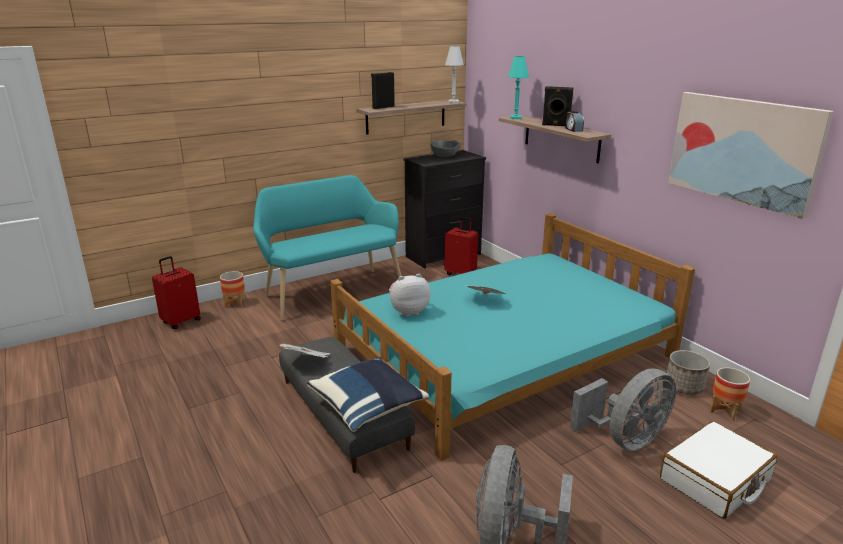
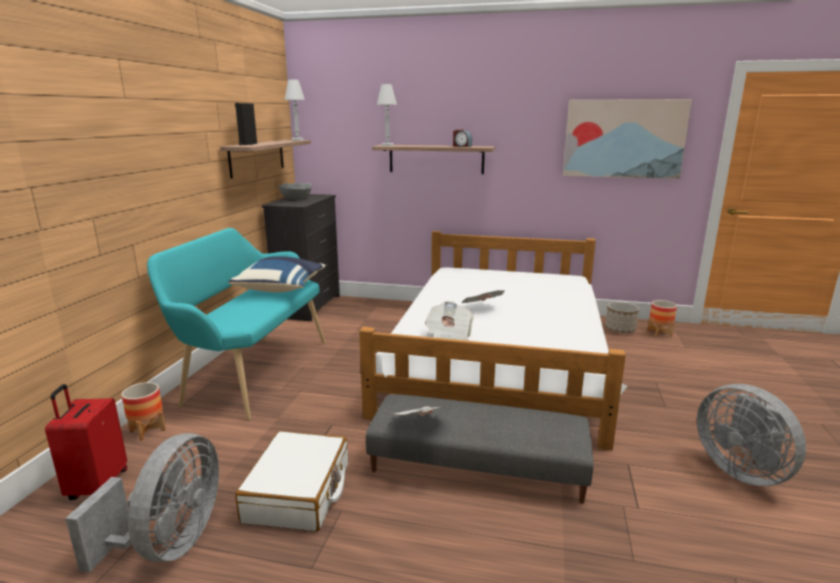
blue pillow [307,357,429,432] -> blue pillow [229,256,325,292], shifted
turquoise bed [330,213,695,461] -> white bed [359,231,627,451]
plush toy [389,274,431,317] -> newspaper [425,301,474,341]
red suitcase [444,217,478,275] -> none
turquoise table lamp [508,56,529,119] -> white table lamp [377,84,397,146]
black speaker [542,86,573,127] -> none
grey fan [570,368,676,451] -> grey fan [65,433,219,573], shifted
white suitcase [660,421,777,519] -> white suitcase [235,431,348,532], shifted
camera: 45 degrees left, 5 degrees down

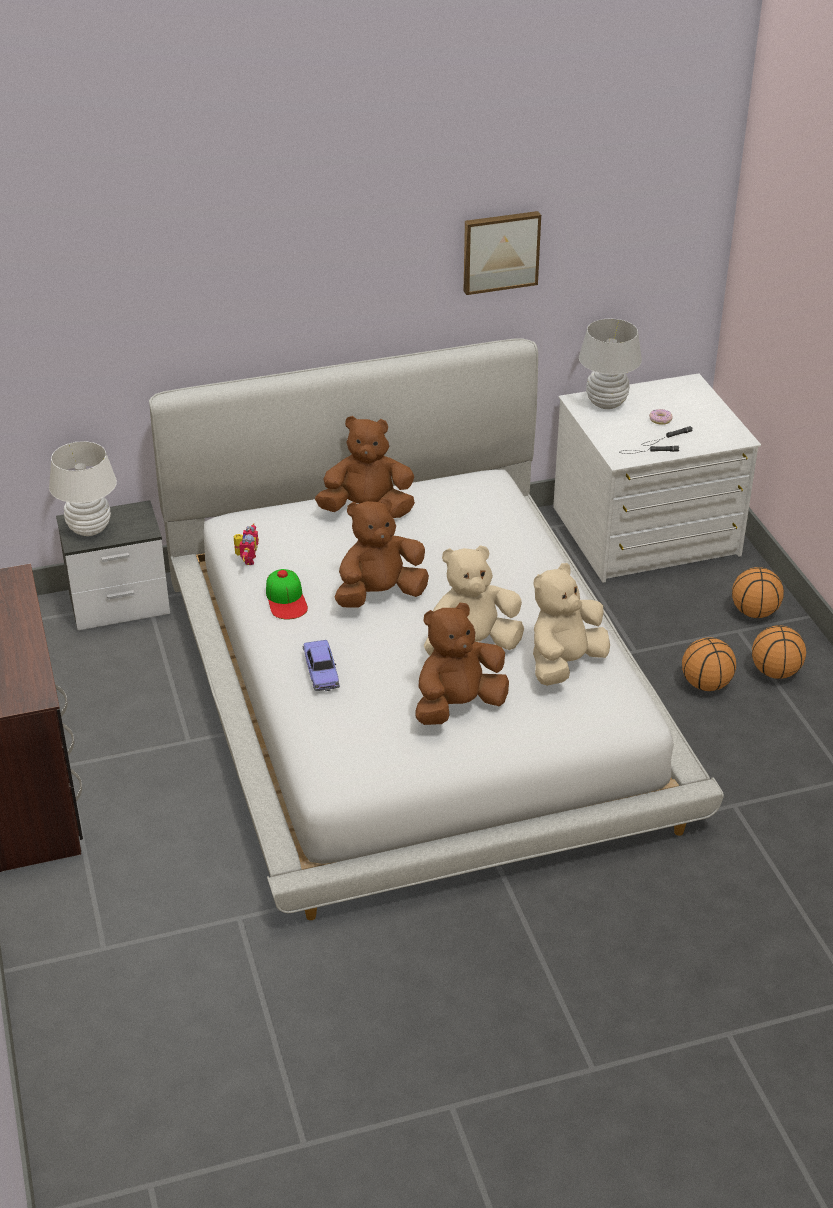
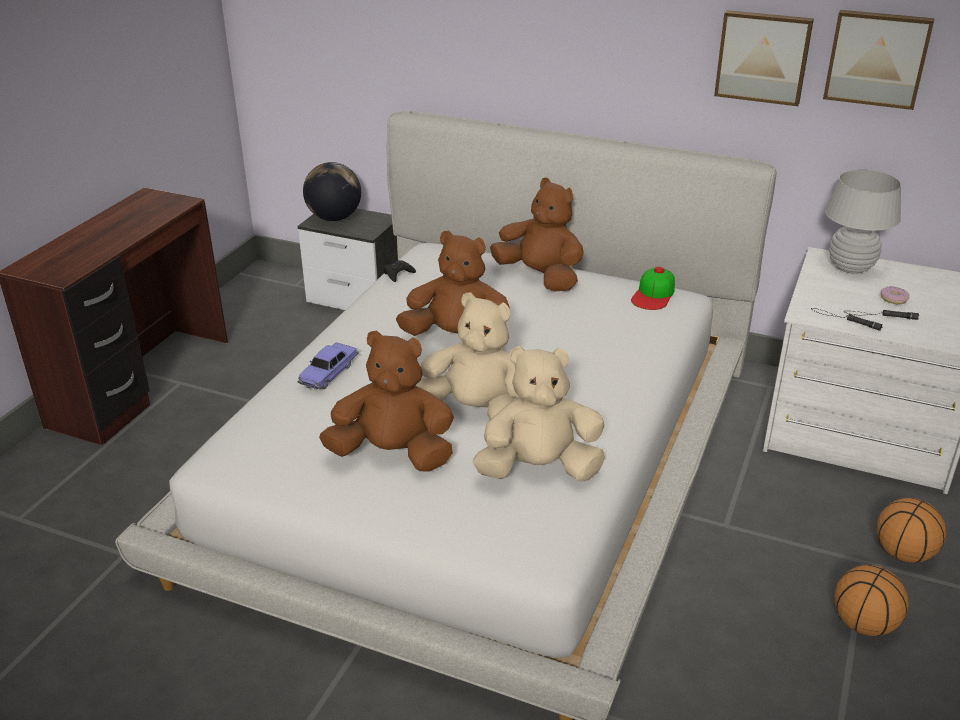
white table lamp [49,441,117,536] -> globe [303,162,361,221]
toy robot [234,524,259,565] -> black game controller [383,260,416,282]
cap [266,569,308,619] -> cap [631,267,675,310], shifted
basketball [682,637,736,691] -> none
none -> picture [823,10,935,110]
camera: 40 degrees right, 5 degrees down

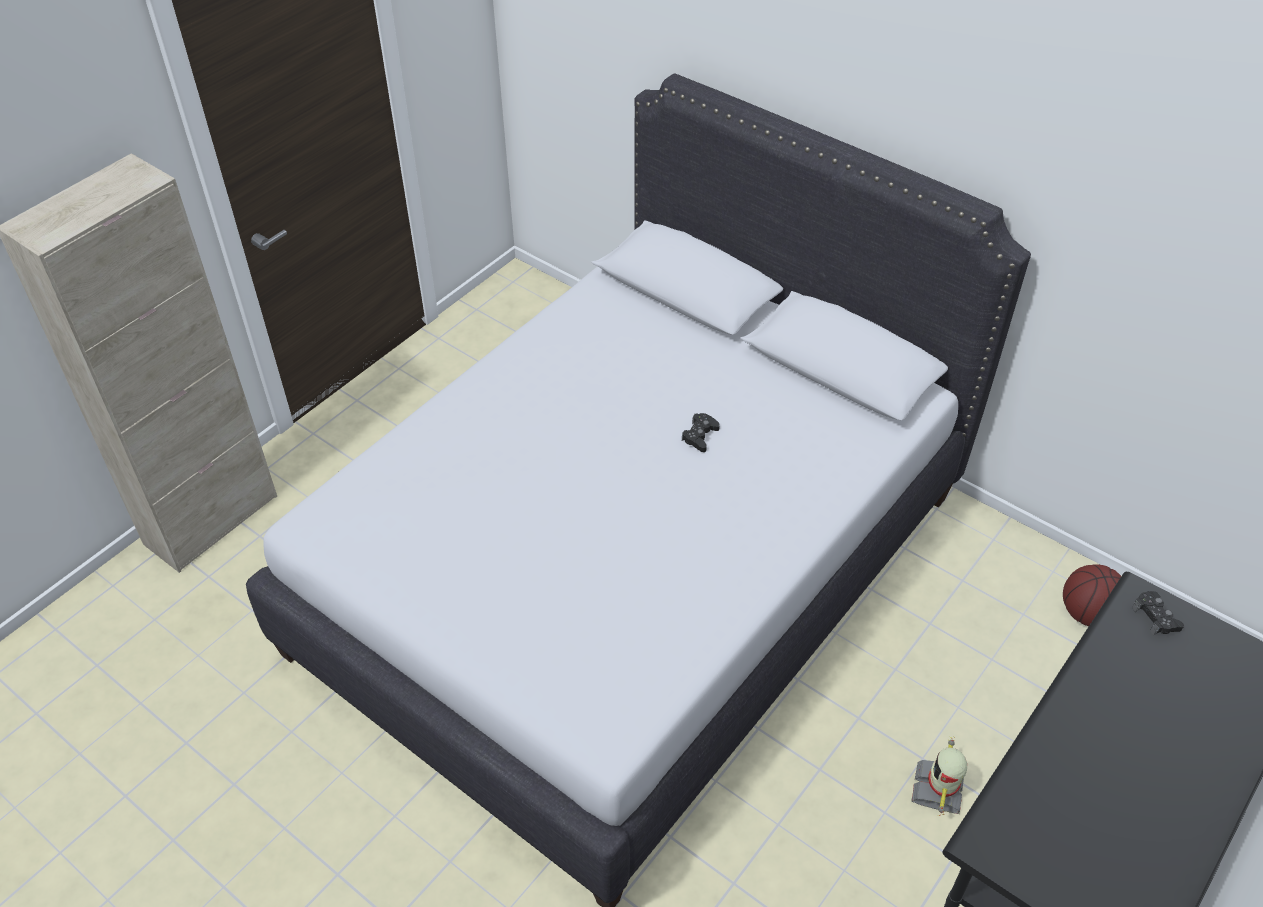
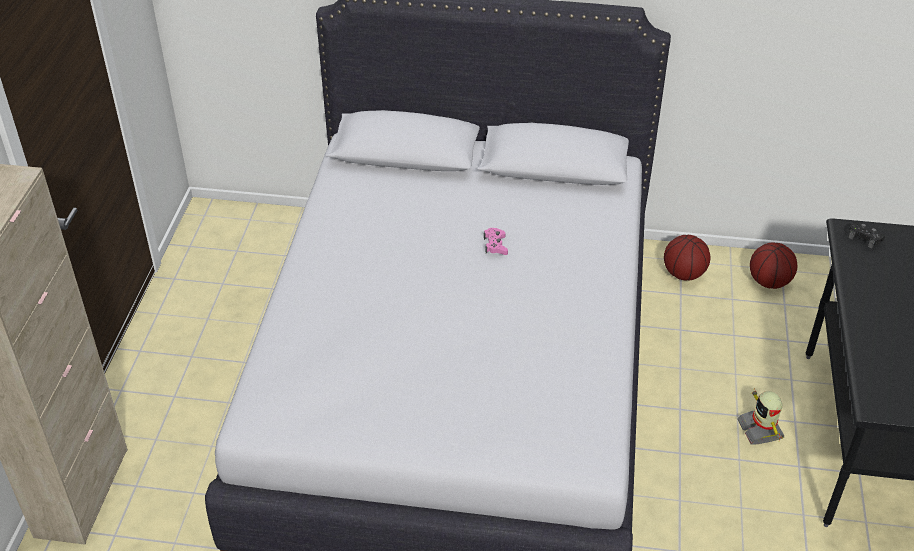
black game controller [682,413,720,452] -> pink game controller [484,228,508,255]
none -> basketball [664,235,710,281]
camera: 30 degrees left, 5 degrees down

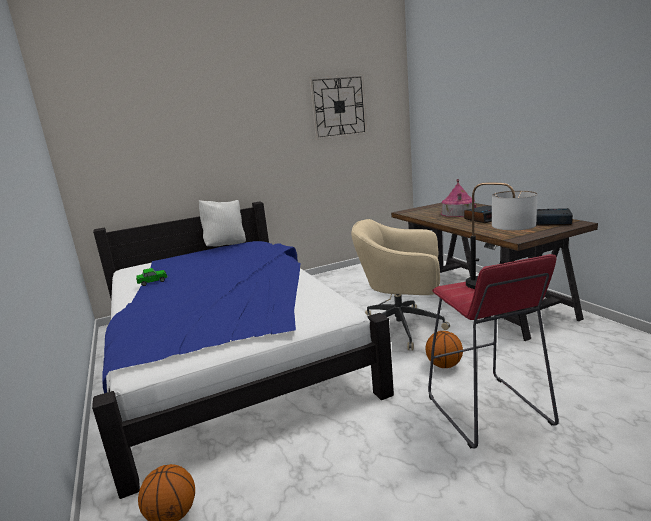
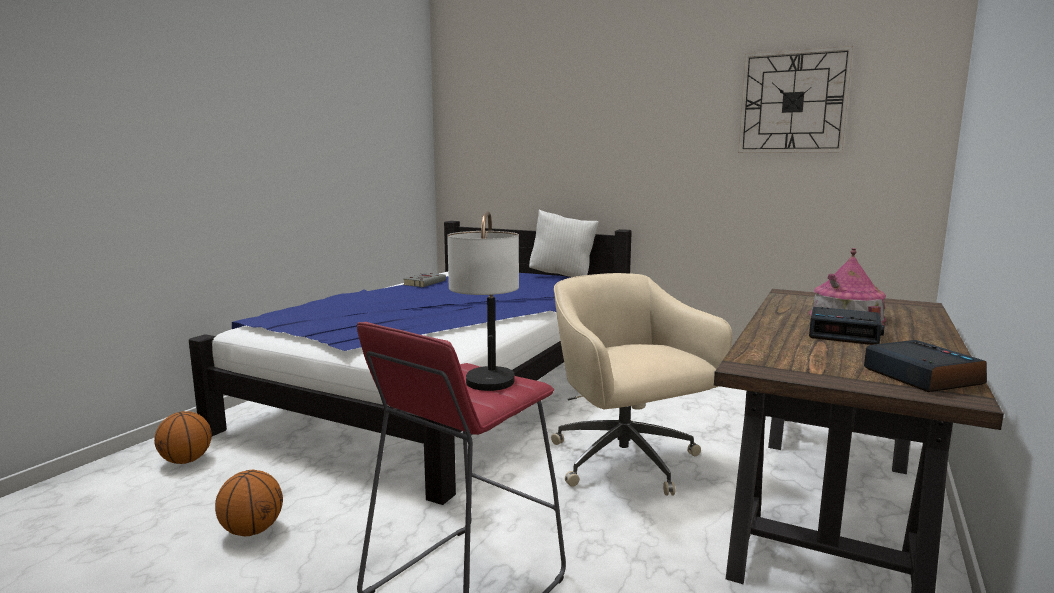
toy car [136,268,168,286] -> grey book [403,273,446,287]
basketball [426,331,463,368] -> basketball [215,470,283,536], shifted
camera: 50 degrees right, 5 degrees down

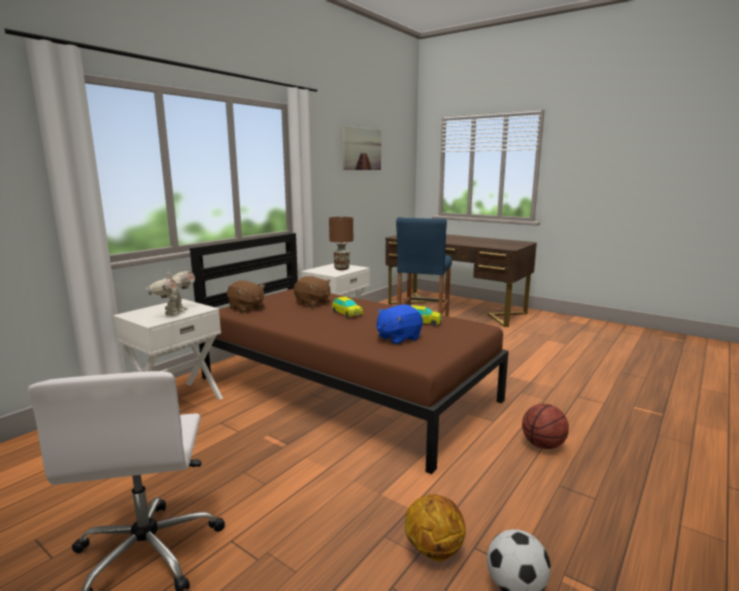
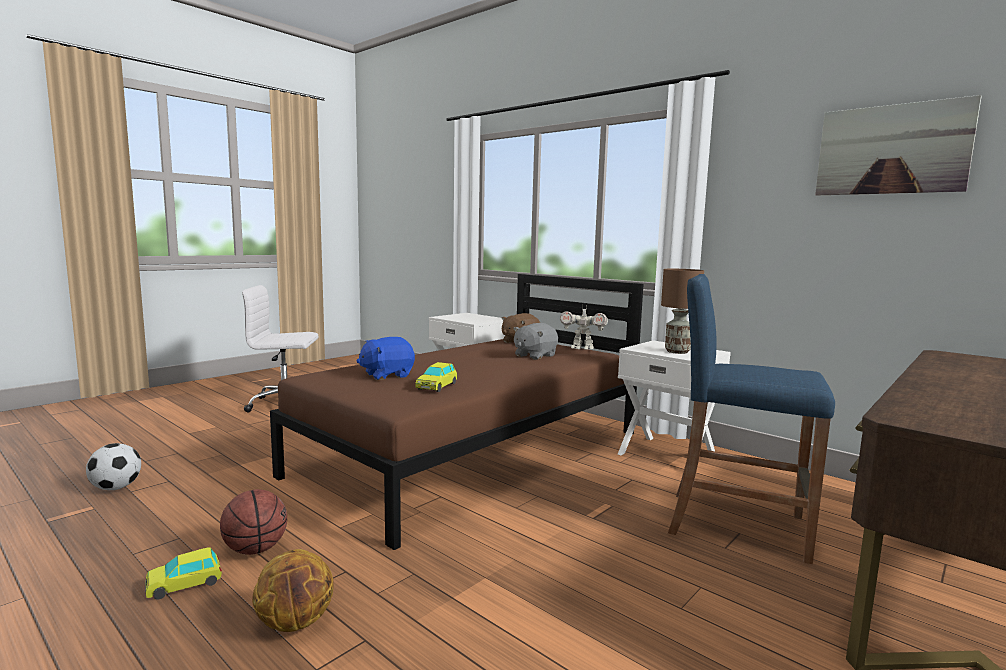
toy robot [145,269,195,316] -> toy robot [560,306,608,350], shifted
brown plush toy [294,276,331,307] -> grey plush toy [513,323,558,360]
toy car [332,296,363,318] -> toy car [145,547,222,599], shifted
blue plush toy [376,305,423,345] -> blue plush toy [357,337,415,380], 90 degrees counterclockwise
basketball [405,494,465,562] -> basketball [252,549,334,632], shifted
camera: 95 degrees right, 5 degrees down

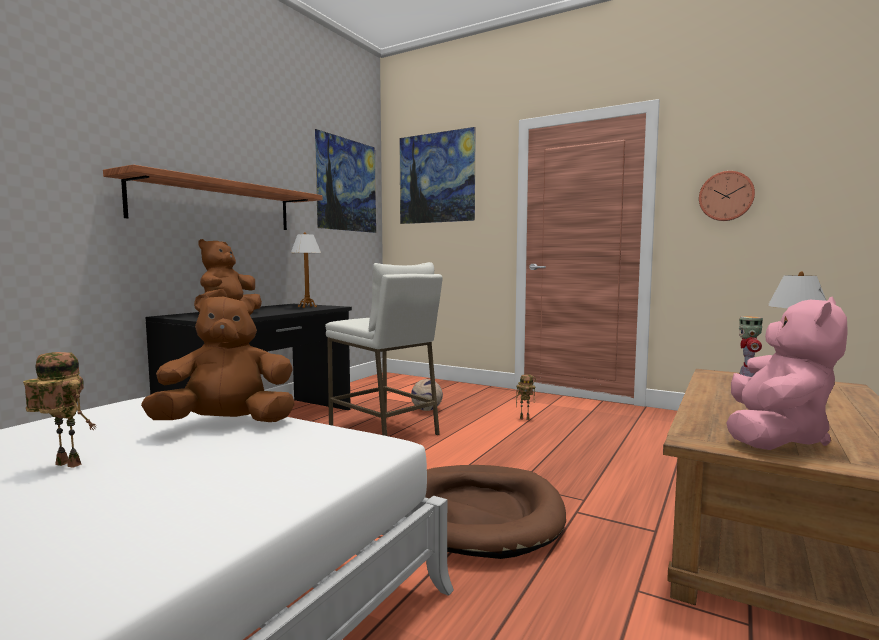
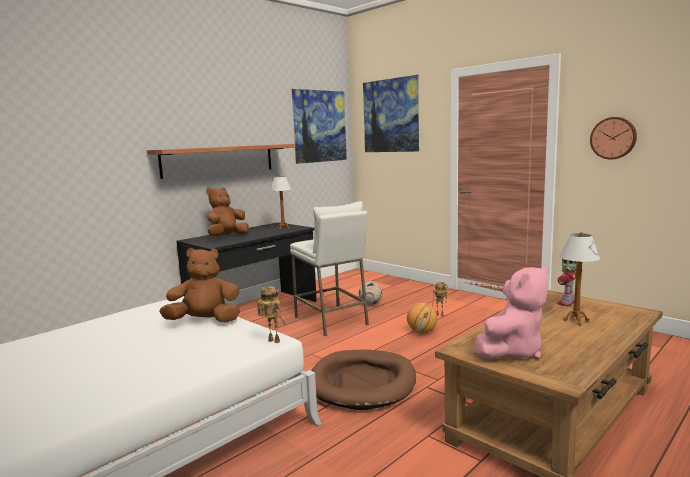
toy robot [23,352,96,468] -> toy robot [257,286,286,343], shifted
none -> basketball [407,303,438,333]
camera: 15 degrees right, 5 degrees up

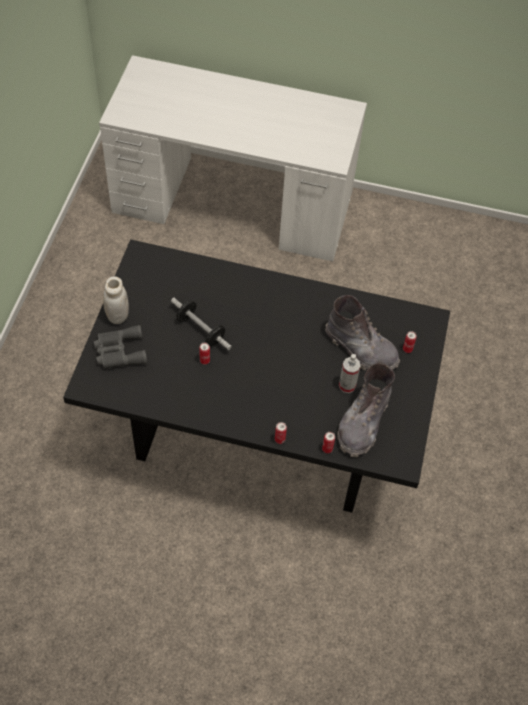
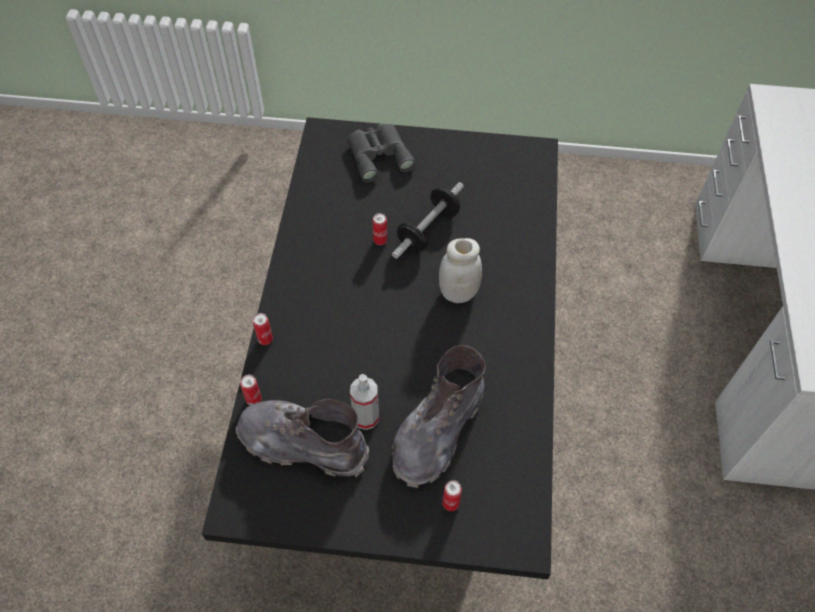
white jar [103,276,129,324] -> white jar [439,238,482,303], shifted
camera: 85 degrees right, 0 degrees up

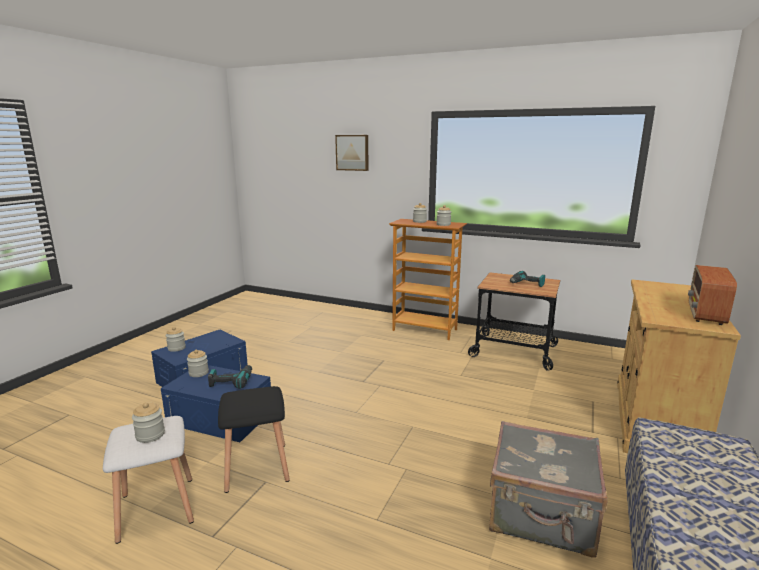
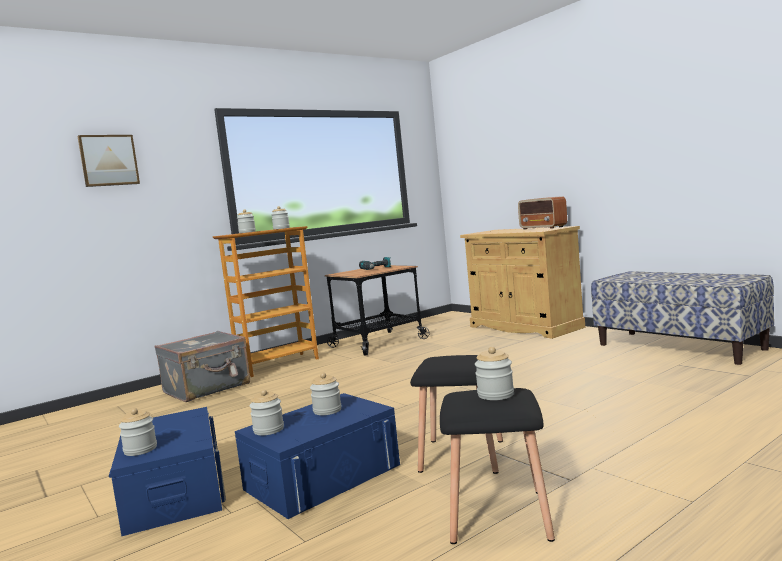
white stool [103,416,194,544] -> black stool [440,388,555,544]
power drill [208,365,252,389] -> jar [310,373,342,415]
grey suitcase [489,421,608,558] -> grey suitcase [154,331,250,402], shifted
camera: 60 degrees left, 10 degrees down

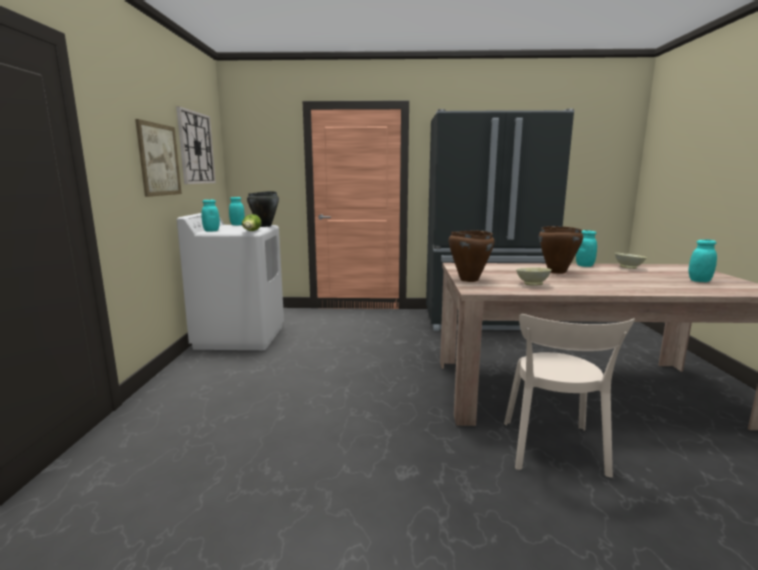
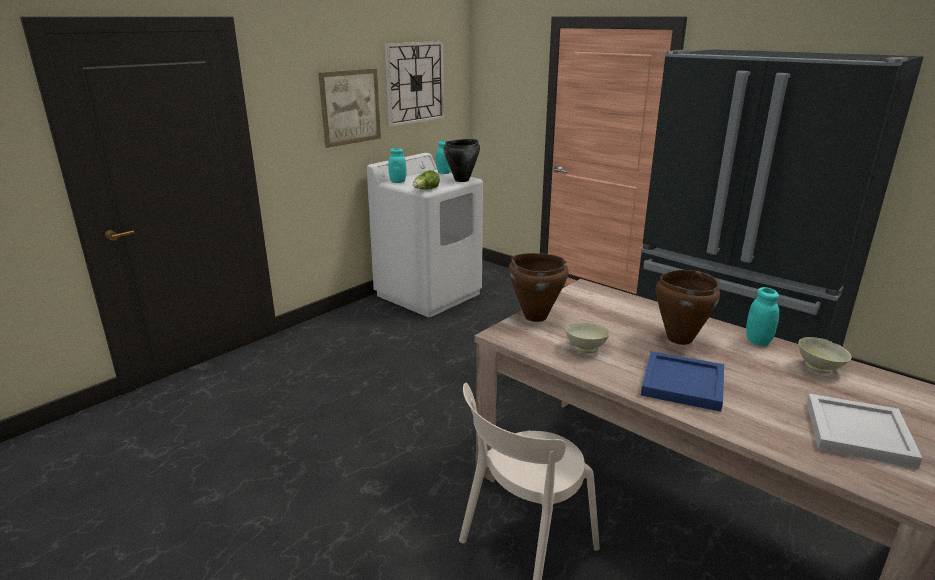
turquoise jar [689,240,717,282] -> white tray [807,394,923,469]
none -> blue tray [641,351,724,412]
camera: 40 degrees right, 10 degrees up

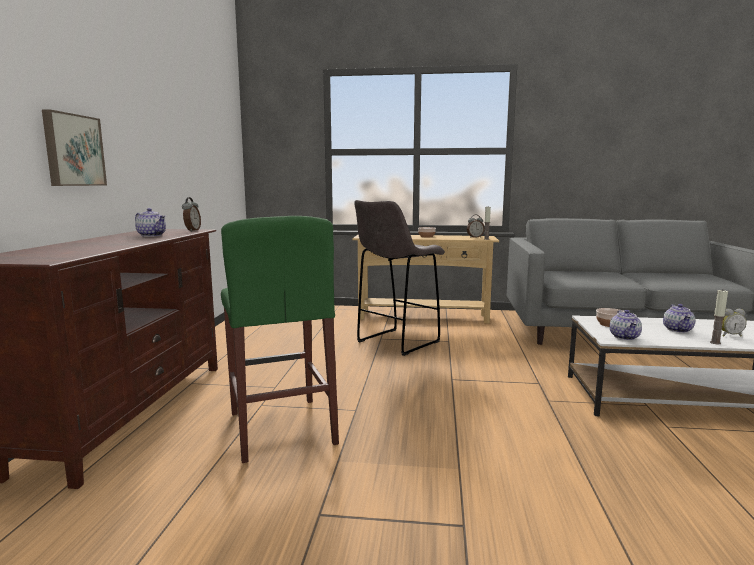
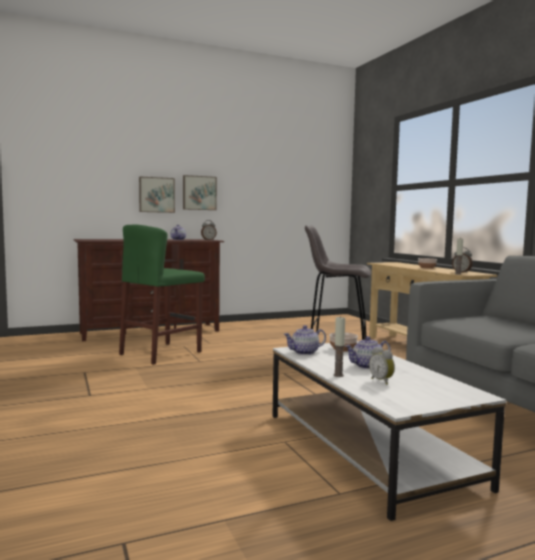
none -> picture [183,175,217,210]
camera: 60 degrees right, 5 degrees down

